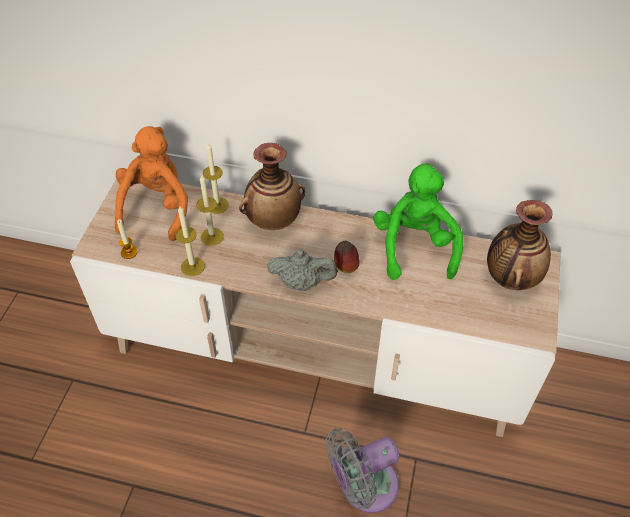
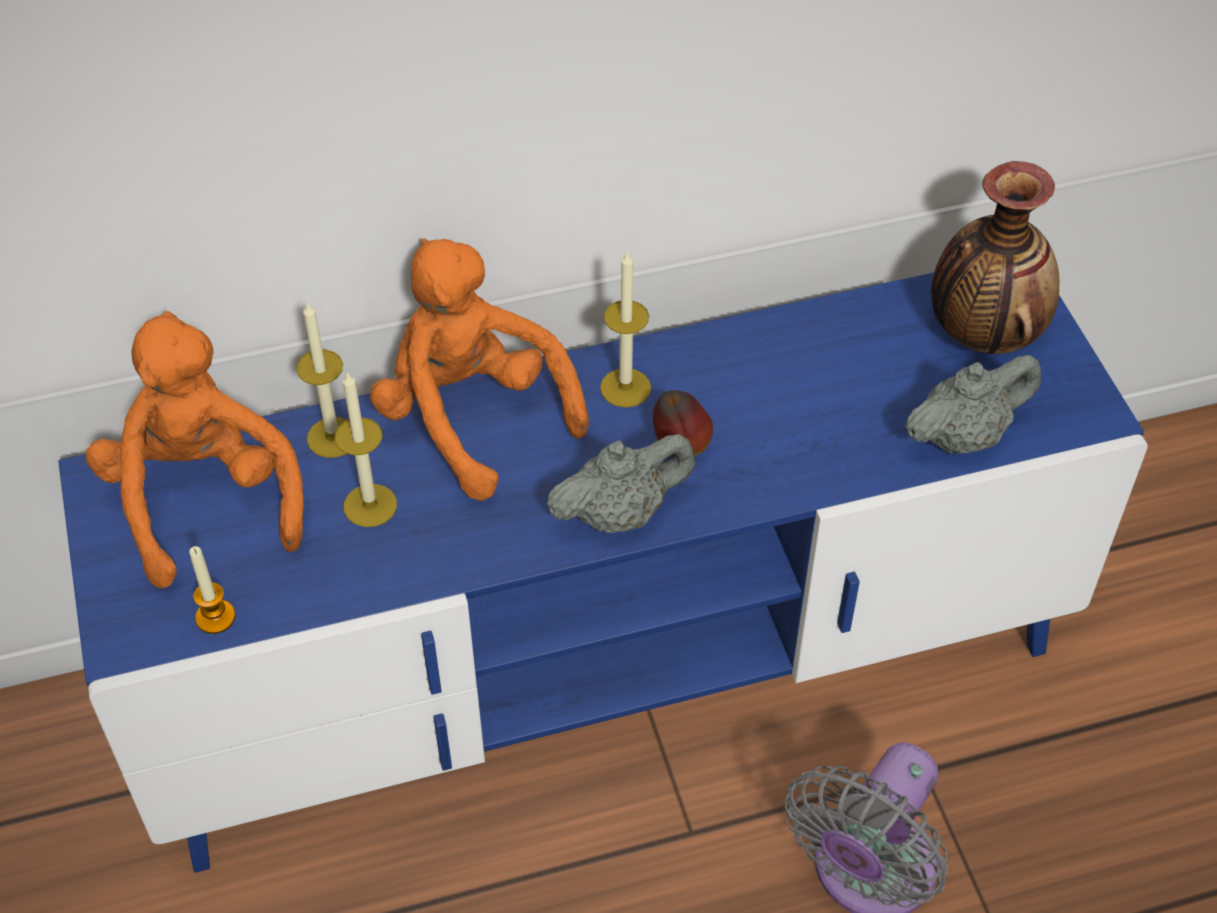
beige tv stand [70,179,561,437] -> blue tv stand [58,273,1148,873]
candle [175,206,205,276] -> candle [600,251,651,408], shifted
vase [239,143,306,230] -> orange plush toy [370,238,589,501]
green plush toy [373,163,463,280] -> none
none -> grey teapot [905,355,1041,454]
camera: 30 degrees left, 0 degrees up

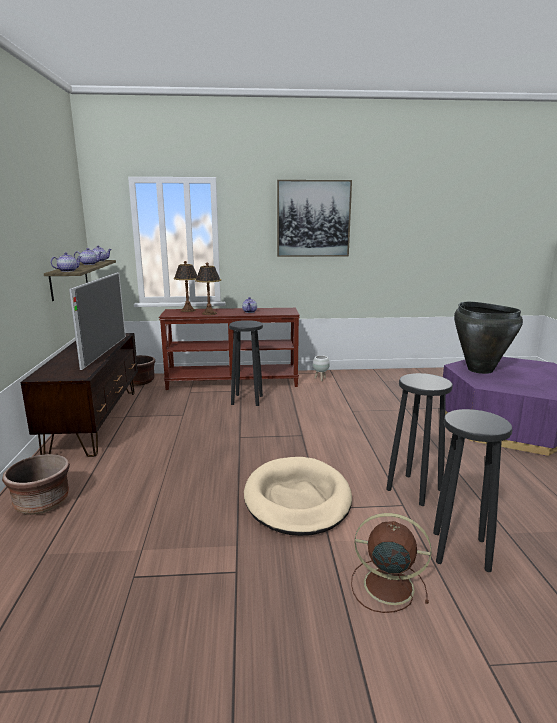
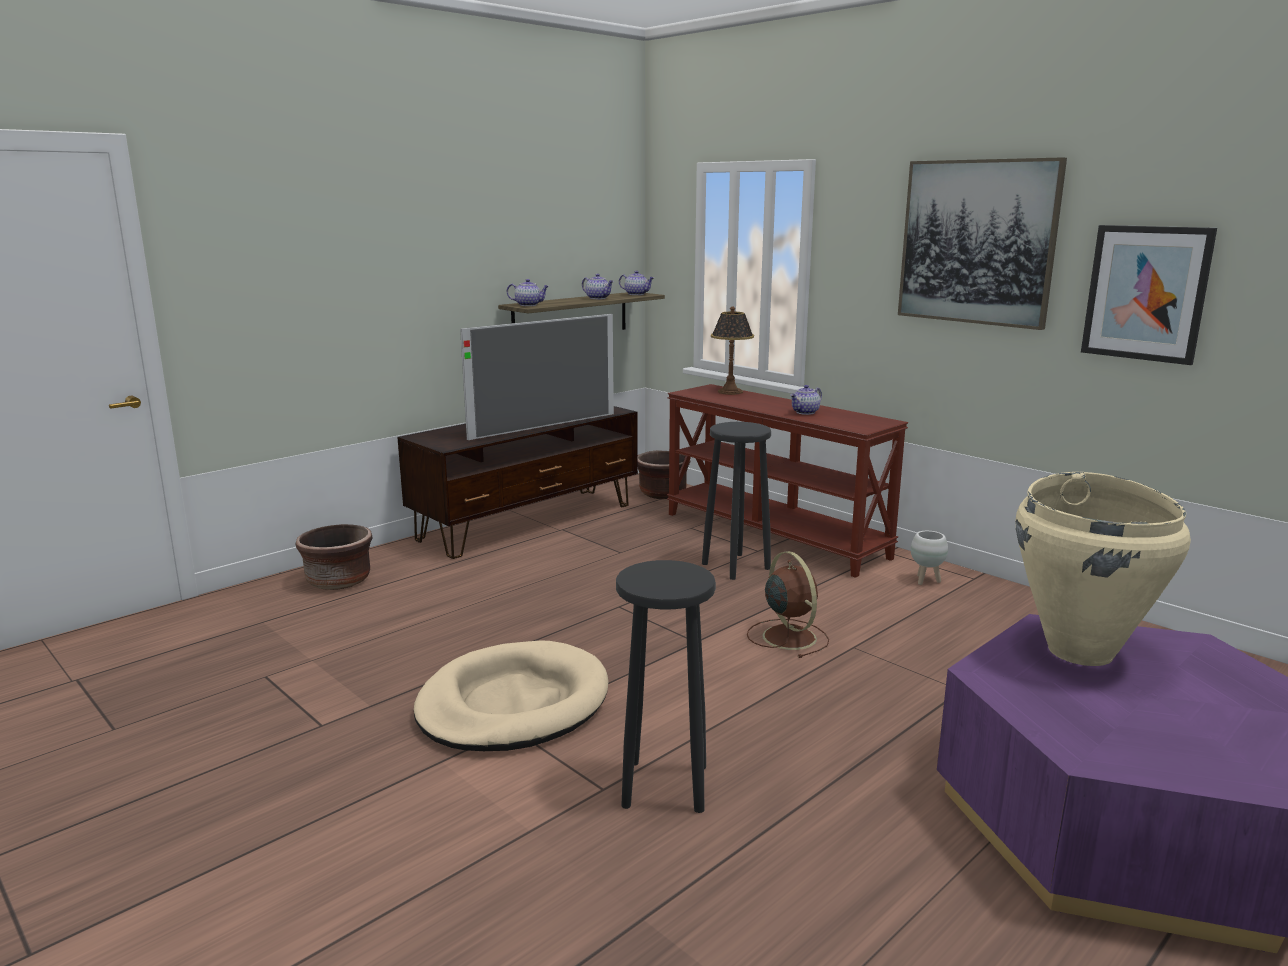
table lamp [195,263,221,315] -> none
brown fan [351,513,431,613] -> brown fan [747,551,829,658], shifted
black stool [433,409,512,572] -> none
black vase [454,302,523,374] -> beige vase [1016,472,1191,666]
none -> picture [1081,225,1217,365]
camera: 50 degrees right, 0 degrees up

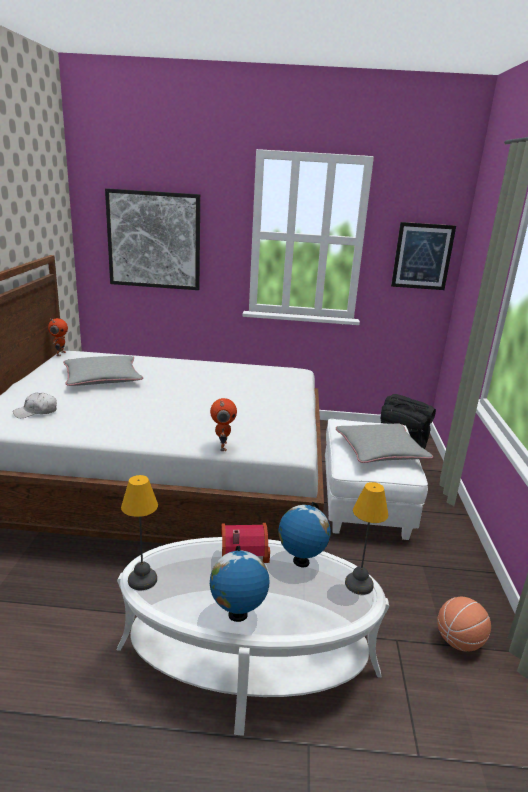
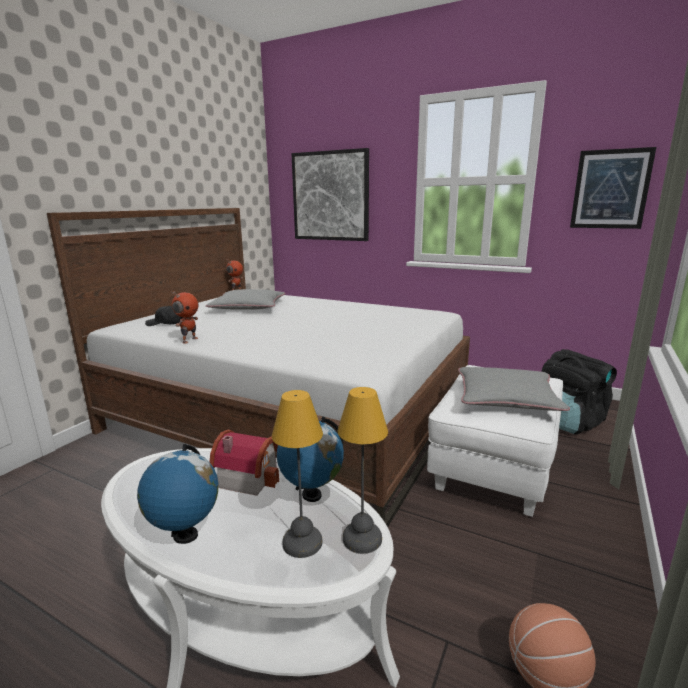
white cap [13,393,57,418] -> black cap [145,306,183,326]
table lamp [121,475,158,590] -> table lamp [272,390,323,558], shifted
toy robot [210,398,237,451] -> toy robot [171,291,198,344], shifted
camera: 25 degrees right, 5 degrees down

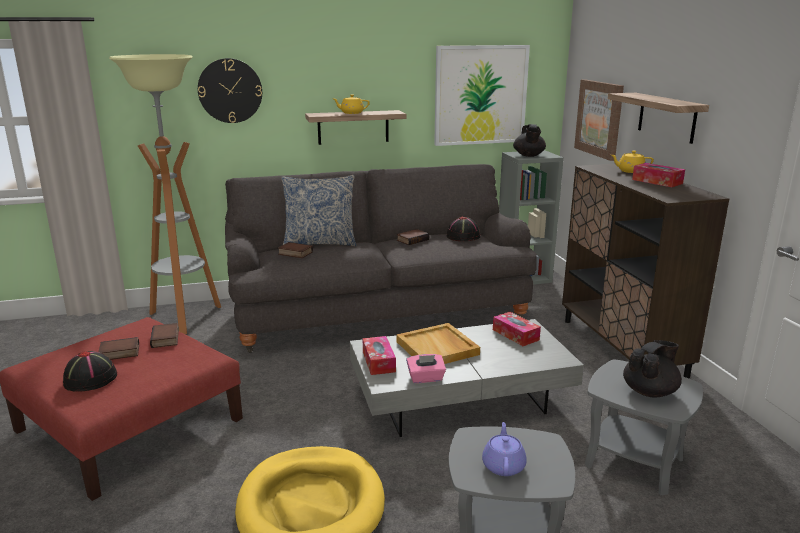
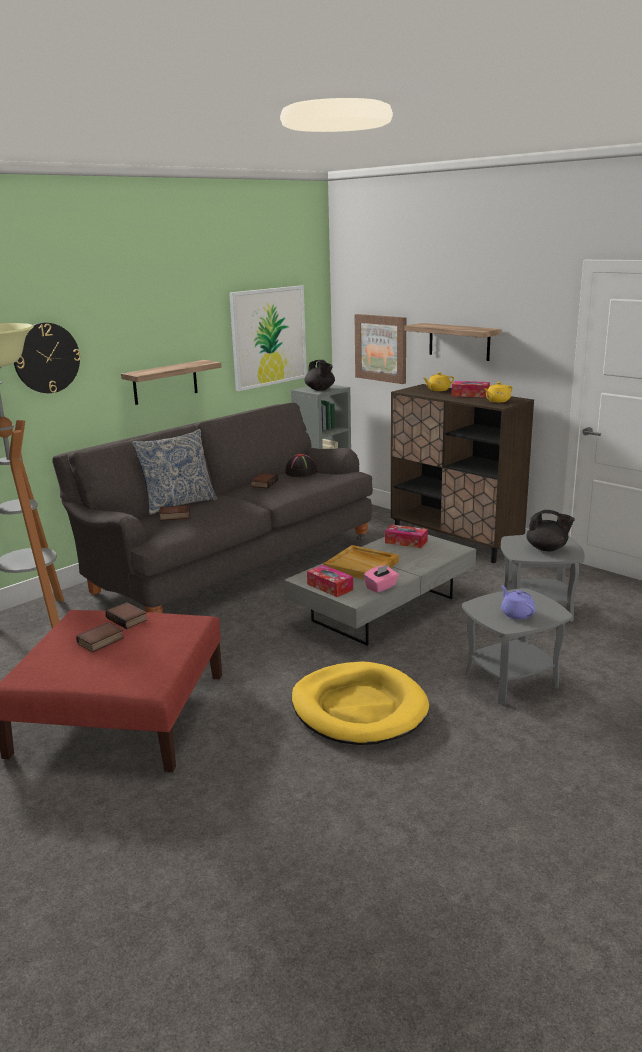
black hat [63,351,117,392] -> none
yellow teapot [334,94,370,114] -> yellow teapot [484,382,512,402], shifted
black teapot [623,340,682,397] -> black teapot [526,510,575,551], 90 degrees clockwise
camera: 30 degrees left, 0 degrees up

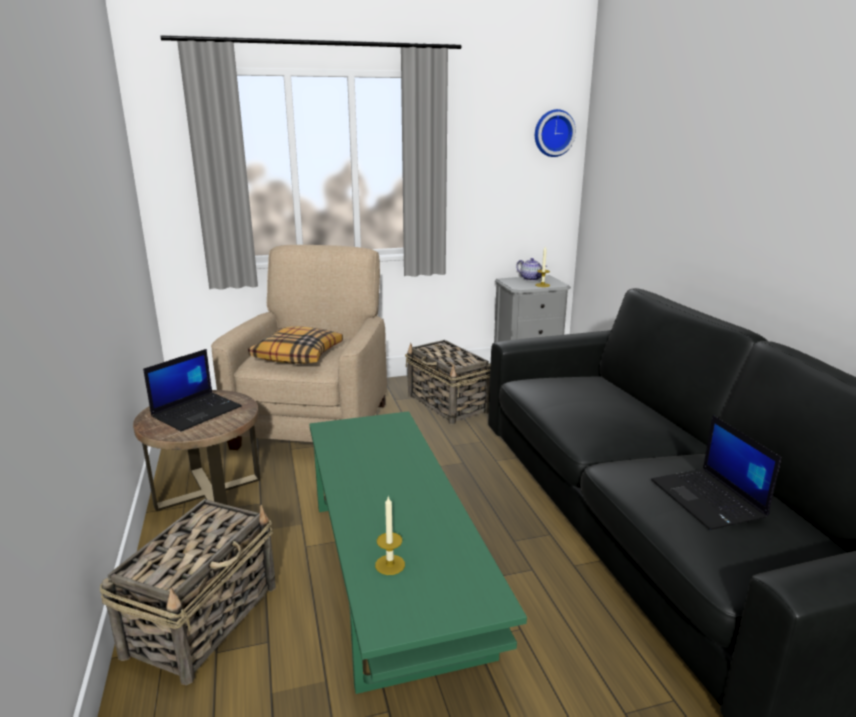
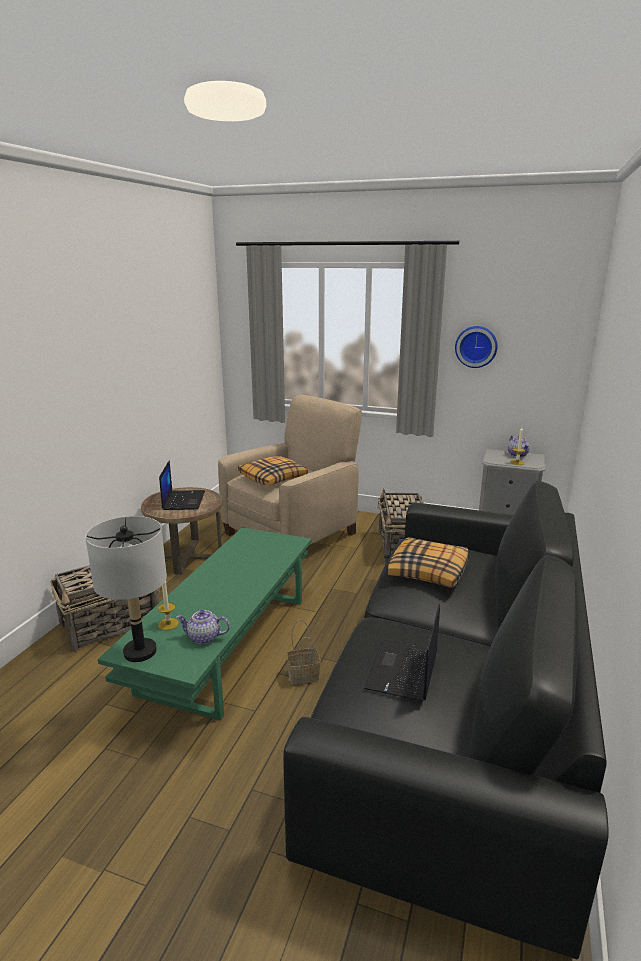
laptop [143,349,242,431] -> laptop [159,460,205,510], 75 degrees counterclockwise
wall clock [535,109,576,157] -> wall clock [455,326,498,368], shifted
none -> grey table lamp [85,516,167,662]
none -> teapot [176,610,230,644]
none -> basket [287,620,321,685]
none -> pillow [388,537,469,588]
camera: 35 degrees right, 0 degrees up

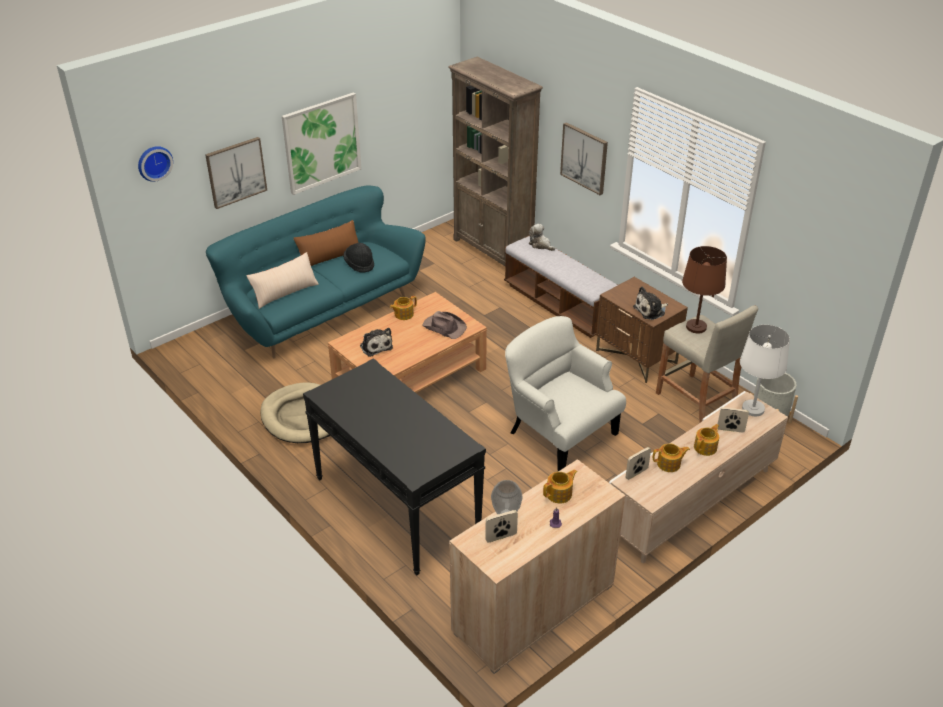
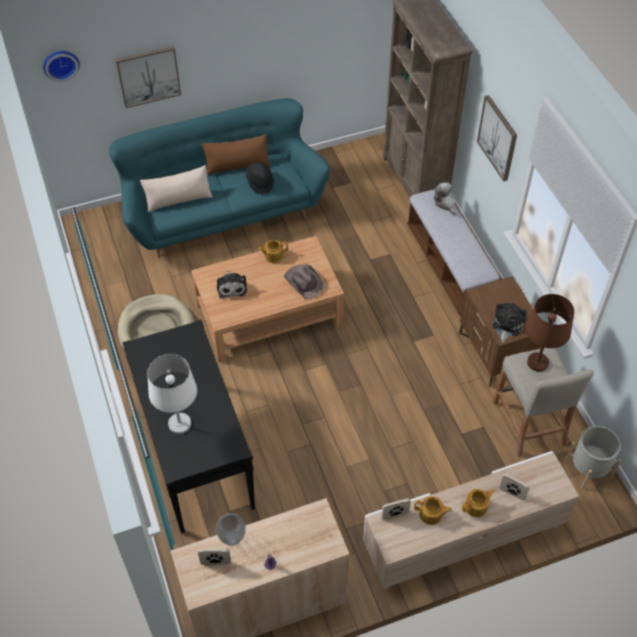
picture [282,92,361,195] -> none
white armchair [505,316,626,471] -> none
teapot [543,469,577,503] -> none
plush toy [633,286,668,320] -> plush toy [492,303,527,343], 120 degrees clockwise
white table lamp [740,325,790,416] -> white table lamp [147,354,197,434], shifted
camera: 20 degrees right, 15 degrees up

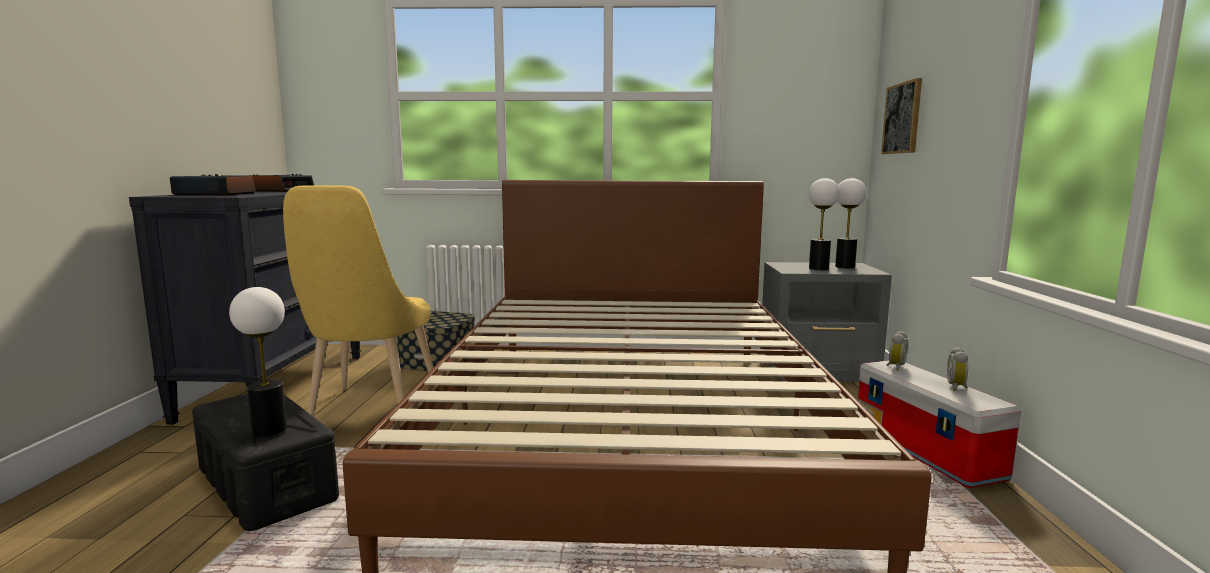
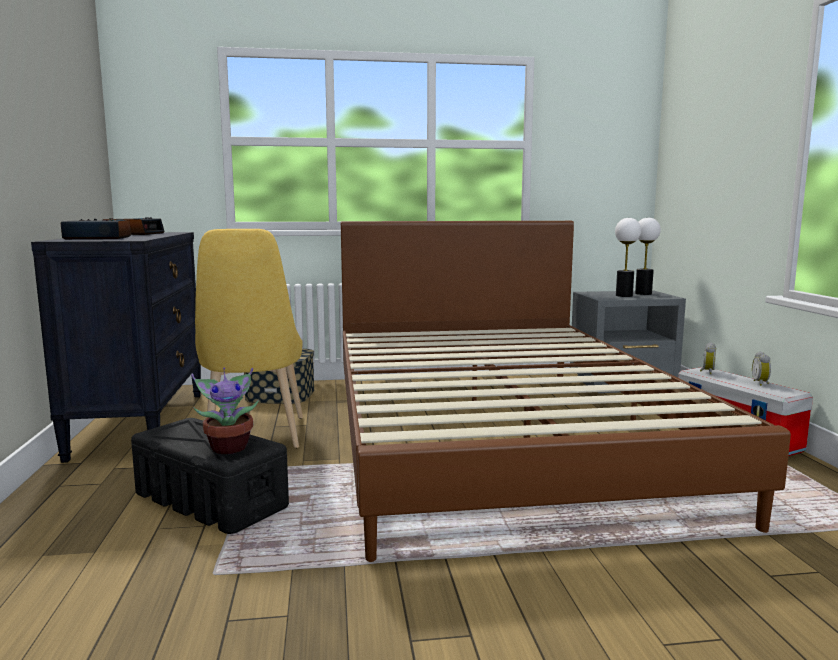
table lamp [229,287,287,437] -> potted plant [191,368,259,454]
picture [881,78,922,154] -> none
camera: 10 degrees left, 0 degrees up

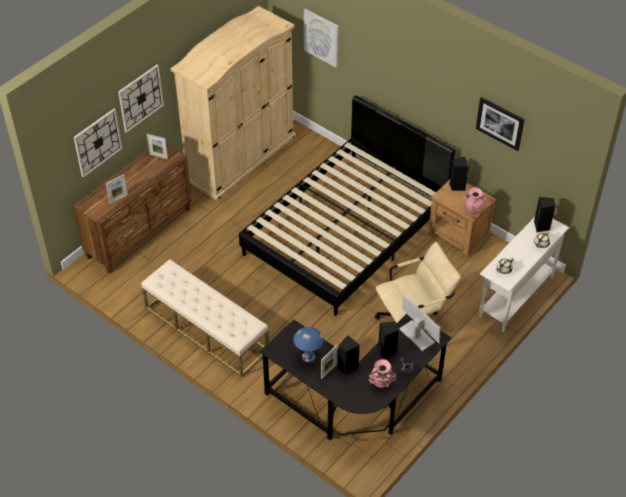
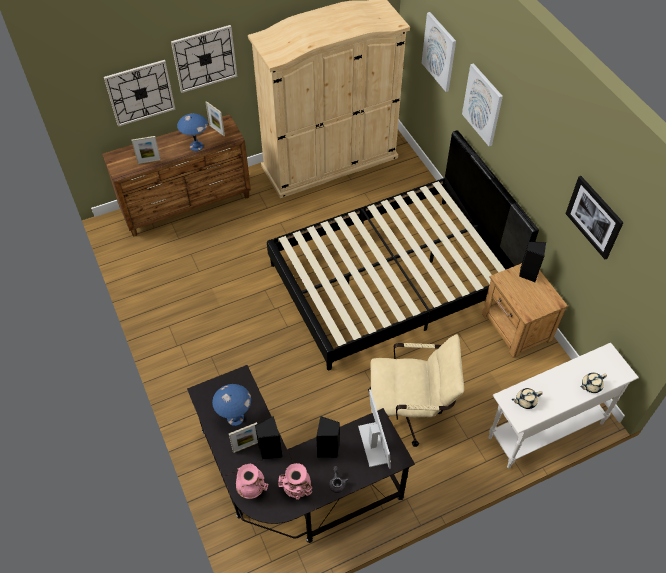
beige bench [141,259,269,377] -> none
pink vase [463,187,487,214] -> pink vase [236,463,268,499], shifted
black speaker [534,197,556,233] -> none
none -> blue table lamp [177,113,208,151]
none -> picture [462,63,503,146]
camera: 25 degrees right, 5 degrees up

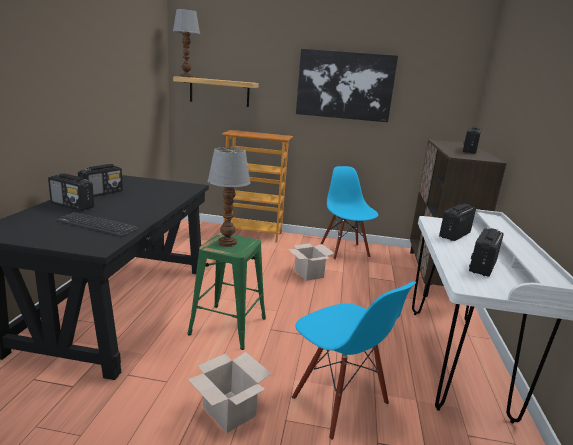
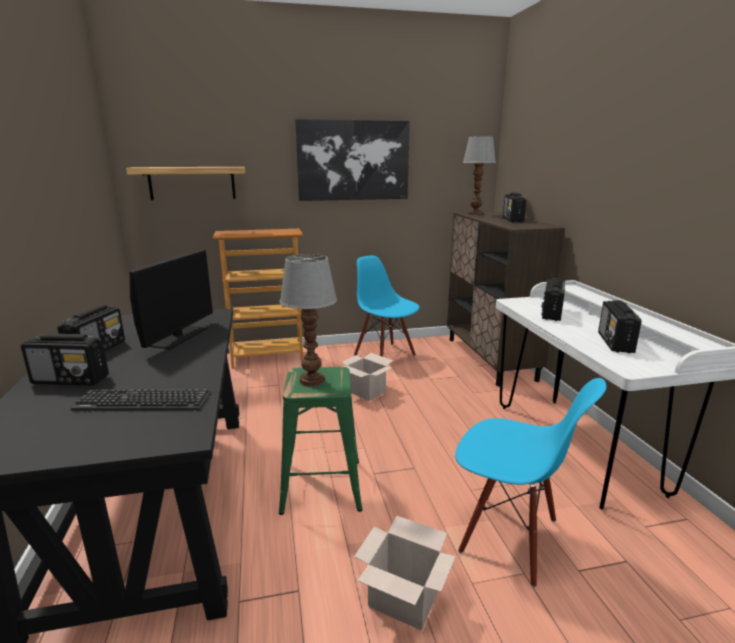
table lamp [173,9,200,78] -> table lamp [463,136,496,215], shifted
none -> monitor [129,250,213,349]
camera: 20 degrees left, 0 degrees up

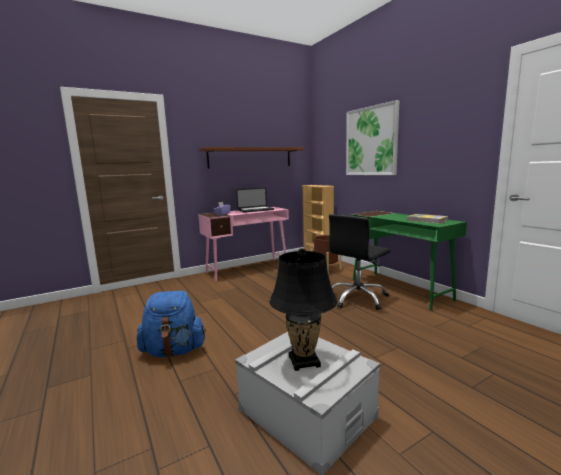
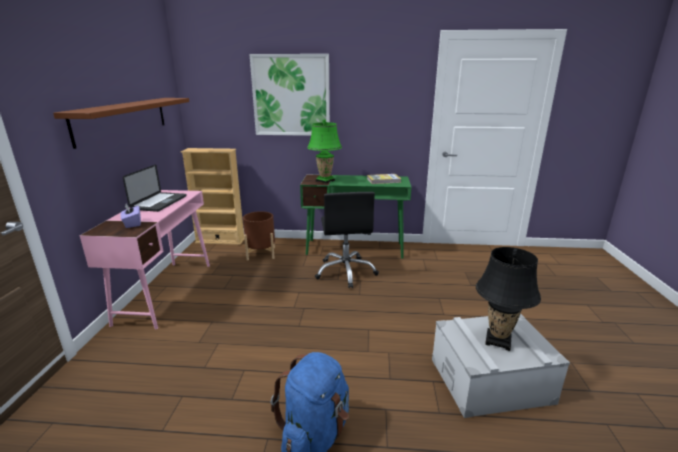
none -> green table lamp [307,119,342,184]
camera: 55 degrees left, 10 degrees up

